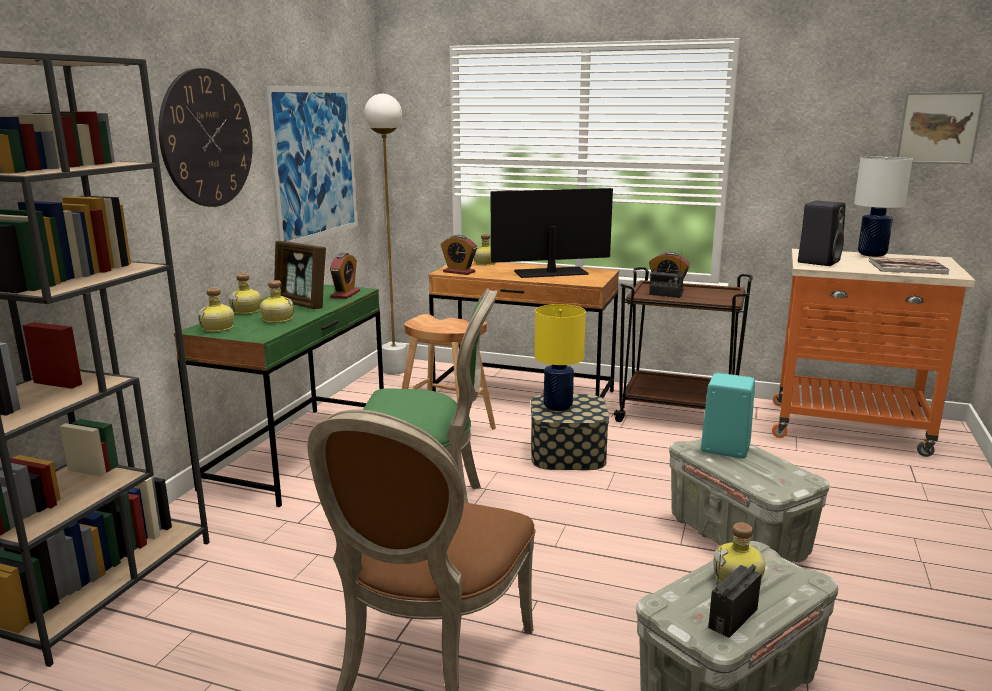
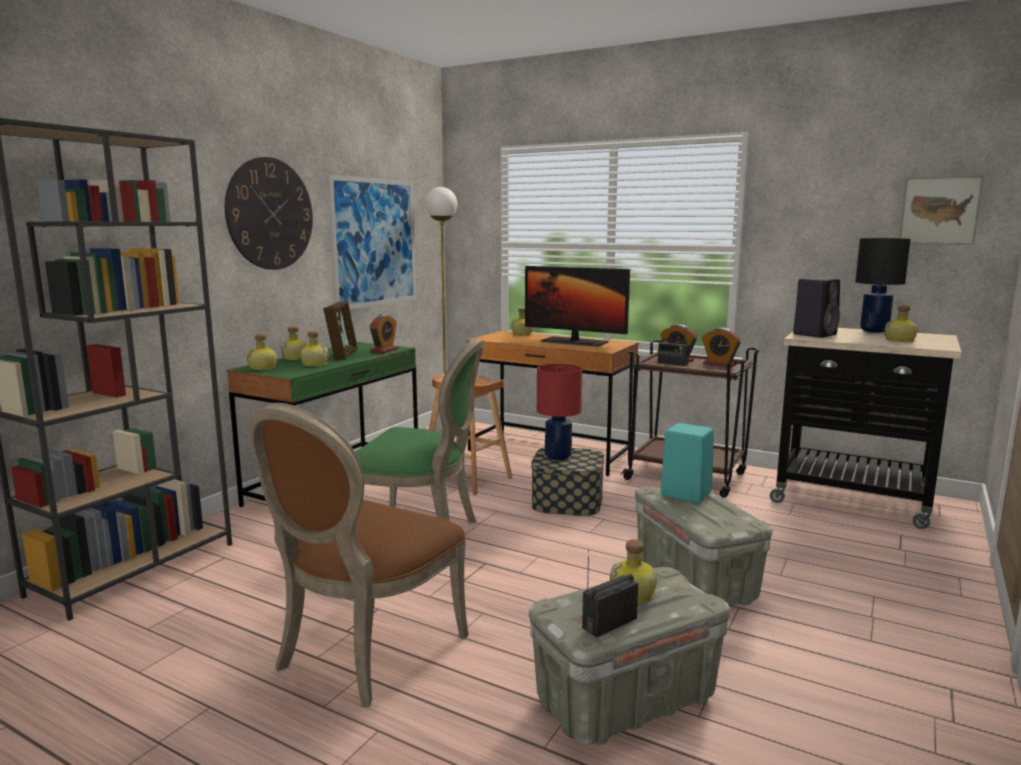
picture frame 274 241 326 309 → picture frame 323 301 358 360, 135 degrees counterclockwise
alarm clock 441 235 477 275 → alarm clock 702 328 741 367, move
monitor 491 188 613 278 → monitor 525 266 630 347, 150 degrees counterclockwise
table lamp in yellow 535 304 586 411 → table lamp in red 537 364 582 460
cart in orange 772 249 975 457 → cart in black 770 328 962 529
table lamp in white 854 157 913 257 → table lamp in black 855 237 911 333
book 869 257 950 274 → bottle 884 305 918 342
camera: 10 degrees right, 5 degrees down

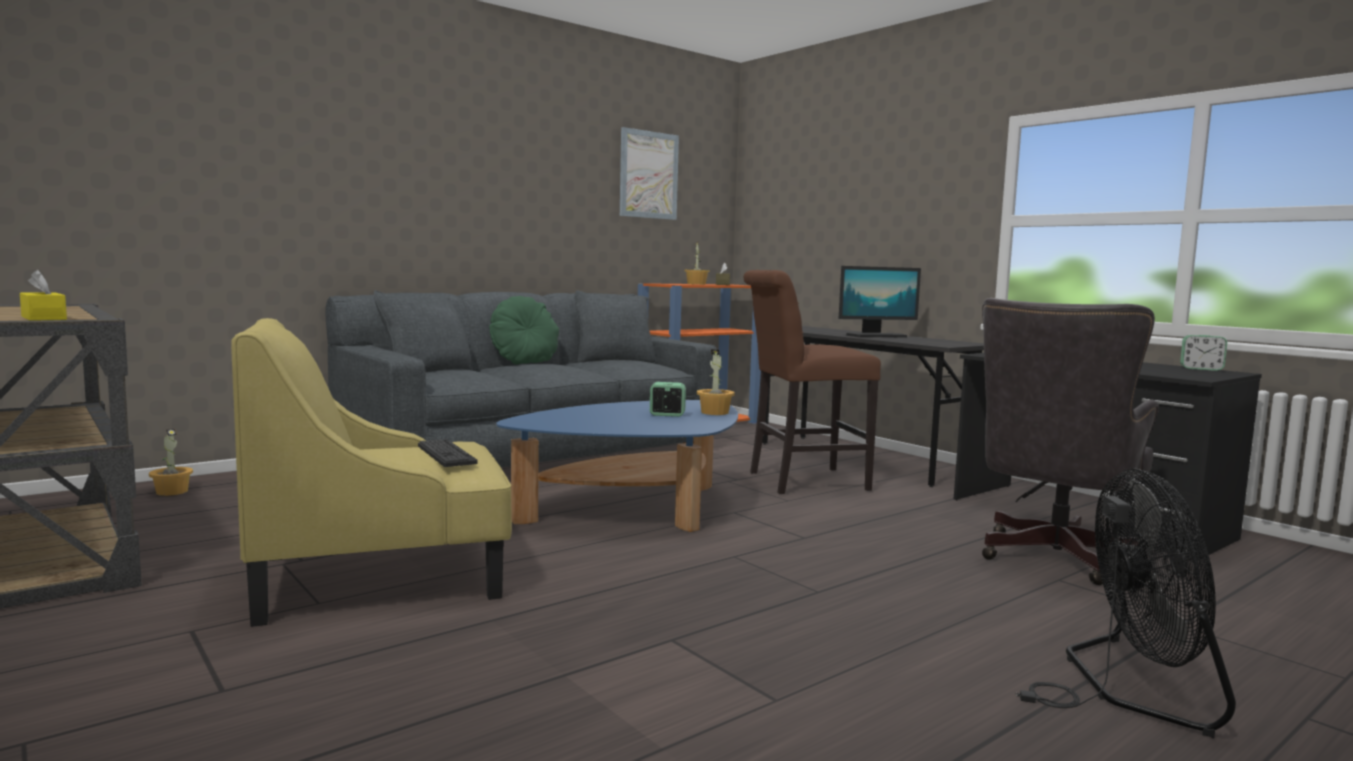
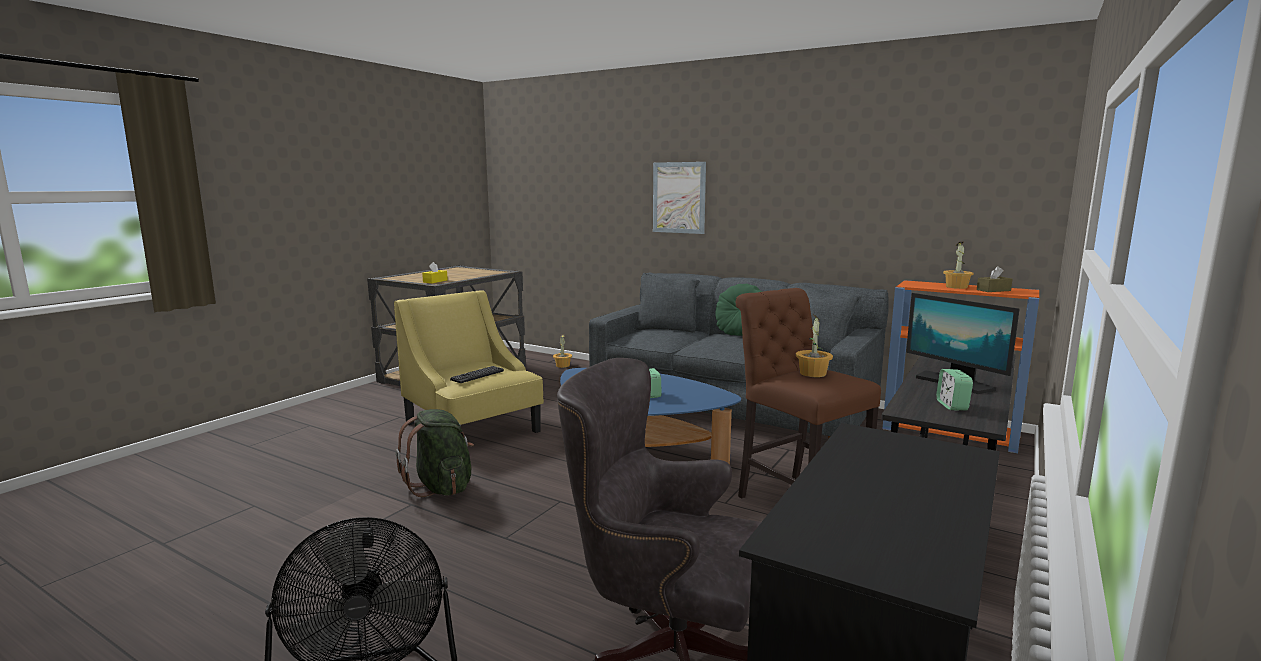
picture 620 127 679 220 → picture 653 162 706 234, move
potted plant 697 349 735 415 → potted plant 796 315 833 377, move
alarm clock 1180 335 1227 371 → alarm clock 936 369 973 411, move
- → backpack in green 396 409 474 497
camera: 70 degrees right, 5 degrees up

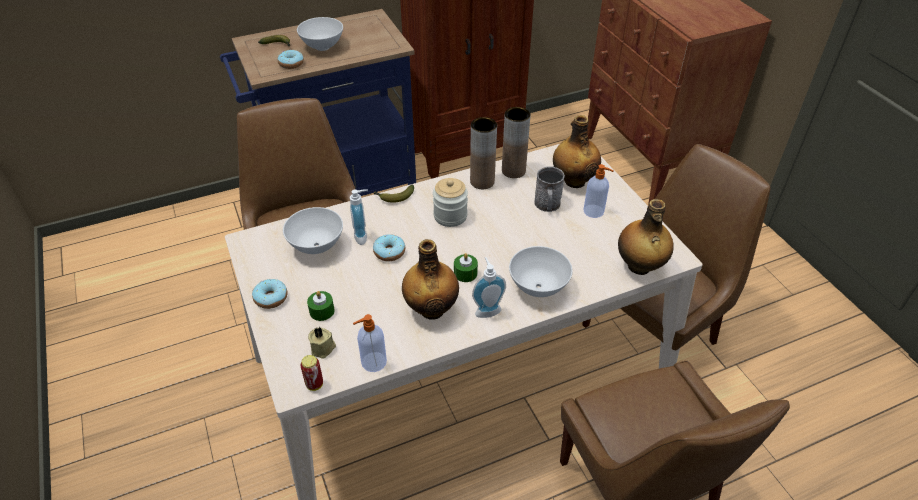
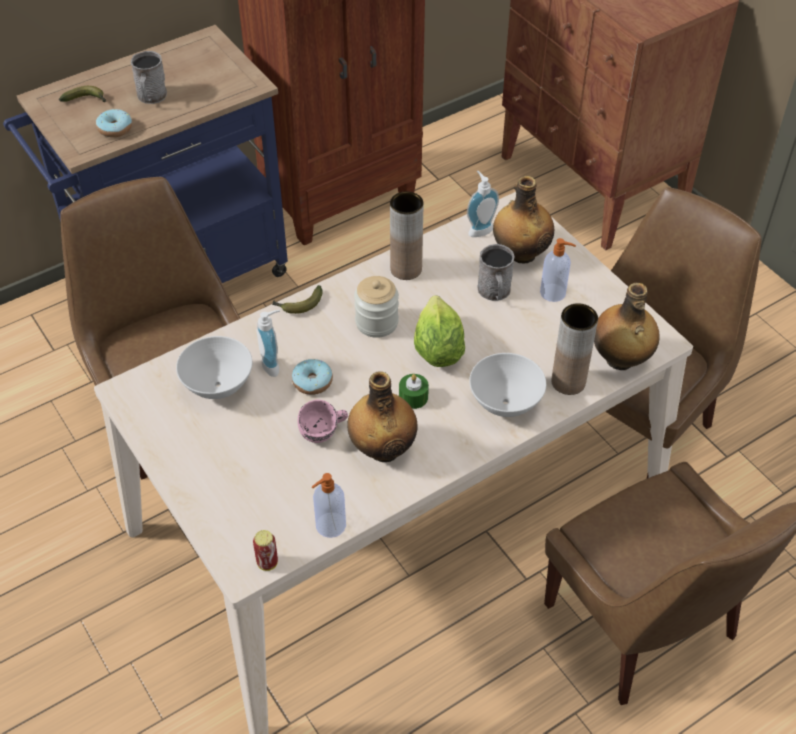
donut 252 279 287 309 → -
bowl in white 297 17 343 51 → mug in grey 131 51 167 104
candle in green 307 291 335 321 → -
candle in beige 308 327 336 359 → -
soap dispenser 472 257 506 318 → soap dispenser 467 171 499 237, move
vase in brown 502 107 530 178 → vase in brown 551 303 598 395, move
- → mug in pink 297 400 348 443
- → lettuce 414 295 465 367
camera: 10 degrees left, 5 degrees up

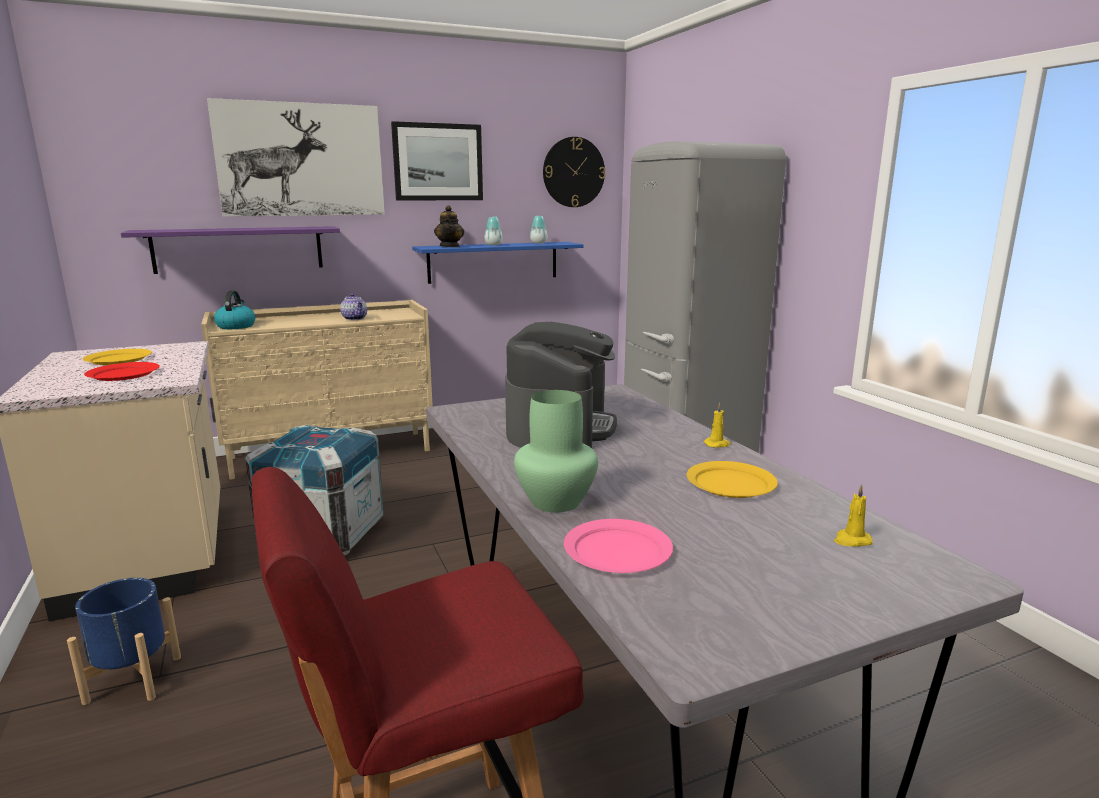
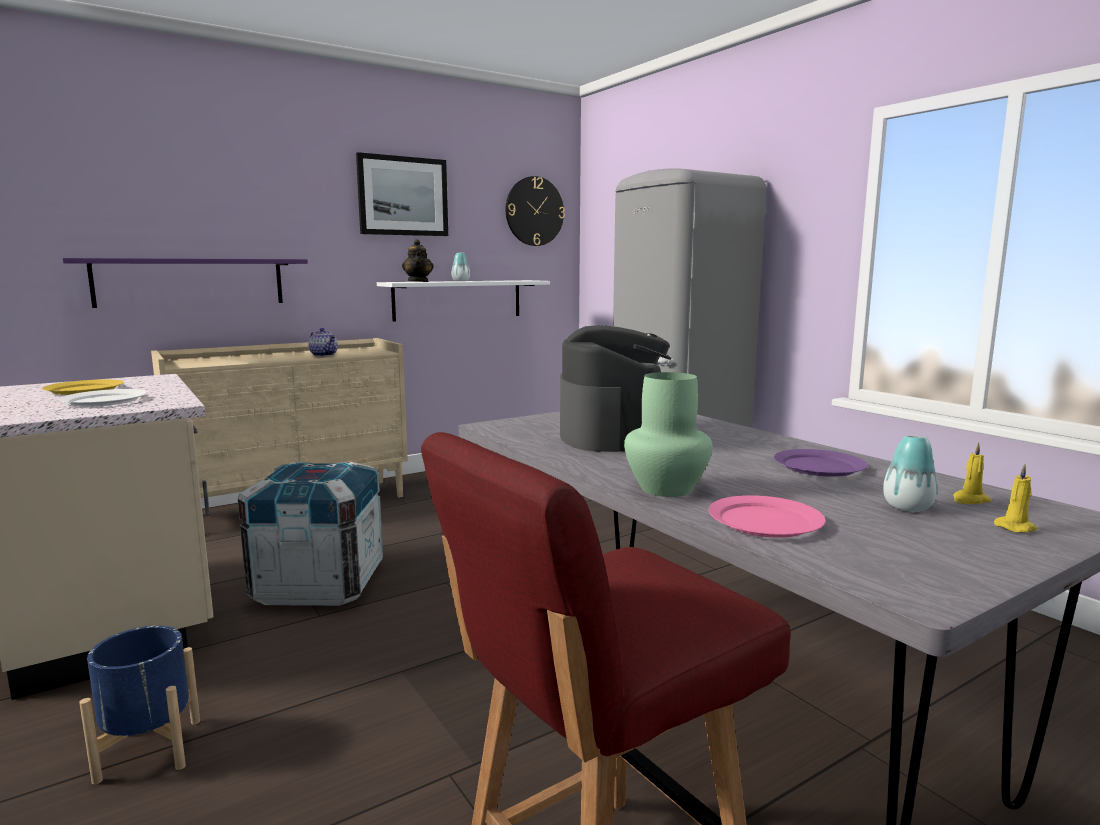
plate in red 84 362 160 381 → plate in white 59 389 147 407
picture 207 98 385 217 → -
kettle 214 290 256 329 → -
shelf in blue 412 242 584 284 → shelf in white 377 280 550 322
vase 530 216 547 244 → vase 883 436 937 512, move
plate in yellow 687 461 778 498 → plate in purple 774 449 868 477
candle in yellow 704 402 731 448 → candle in yellow 994 464 1038 533, move
camera: 10 degrees left, 5 degrees down

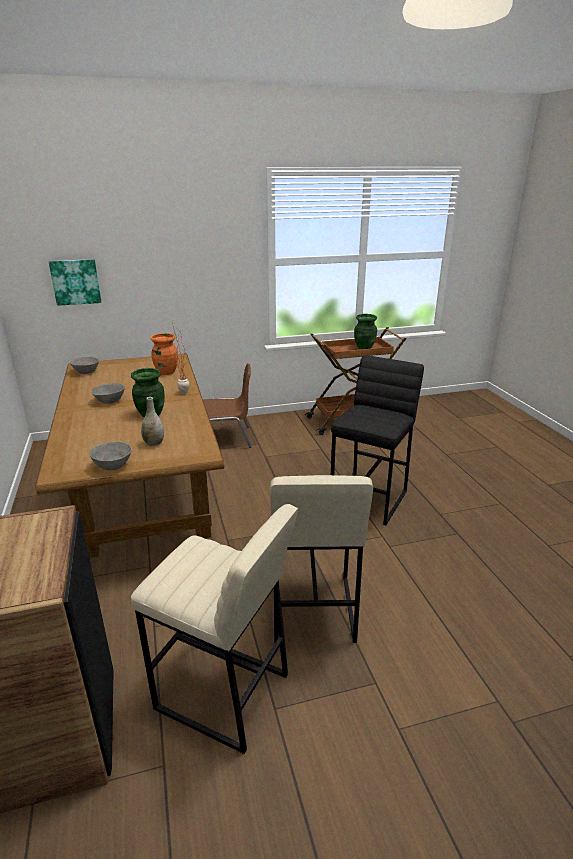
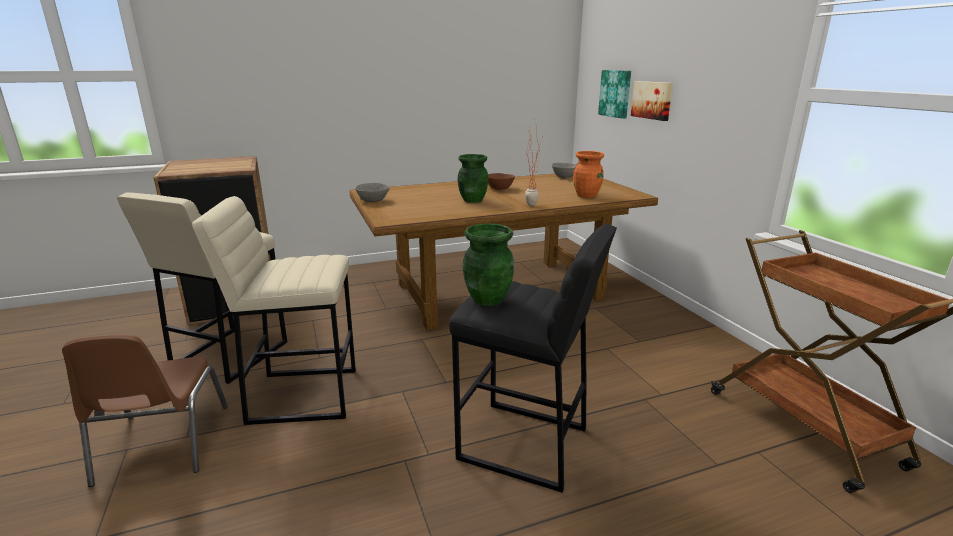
bowl in grey 91 383 125 403 → bowl in brown 488 173 515 190
vase in grey 141 397 164 446 → -
chair in brown 203 363 252 448 → chair in brown 62 335 228 487, move
vase in green 354 314 377 349 → vase in green 463 223 514 306, move
- → picture 631 81 673 121
camera: 85 degrees right, 5 degrees down

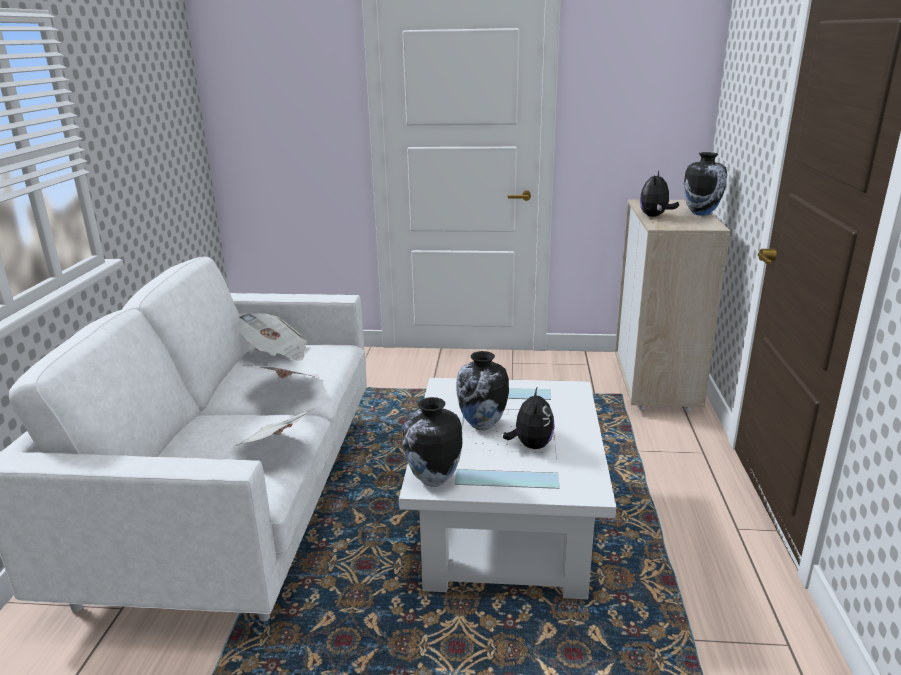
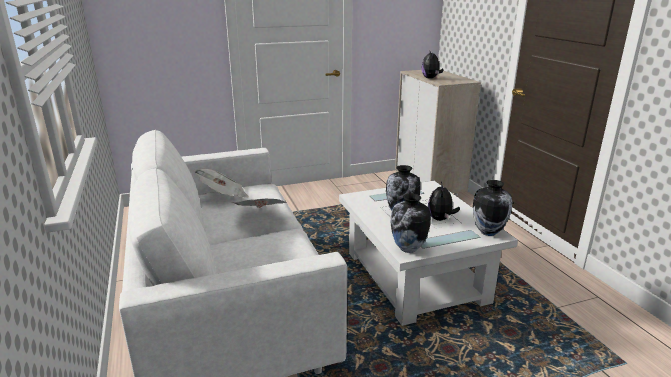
newspaper 233 408 315 447 → -
plush toy 503 386 555 449 → plush toy 428 181 460 221, 150 degrees counterclockwise
vase 684 152 727 215 → vase 473 180 512 236, move
camera: 25 degrees left, 0 degrees up

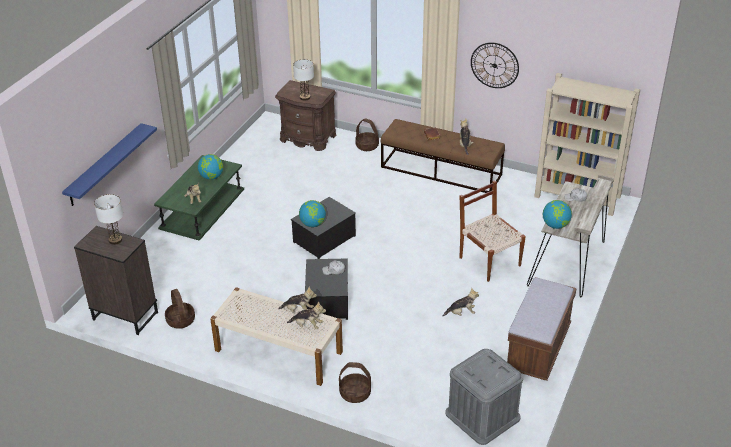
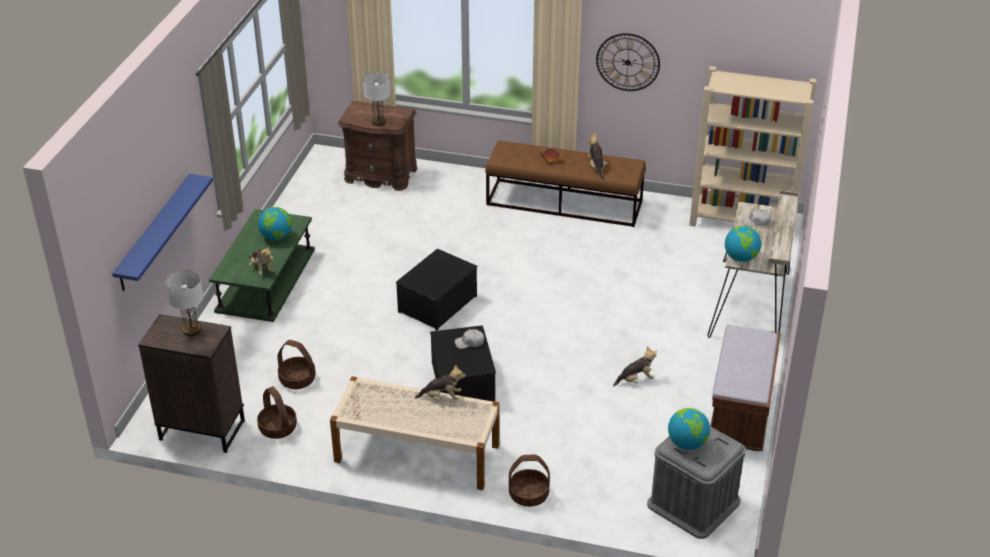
plush toy 287 301 326 329 → -
globe 299 200 326 227 → globe 668 408 710 450, move
basket 355 118 379 151 → basket 277 340 316 389, move
chair 459 181 526 282 → -
camera: 10 degrees left, 0 degrees up

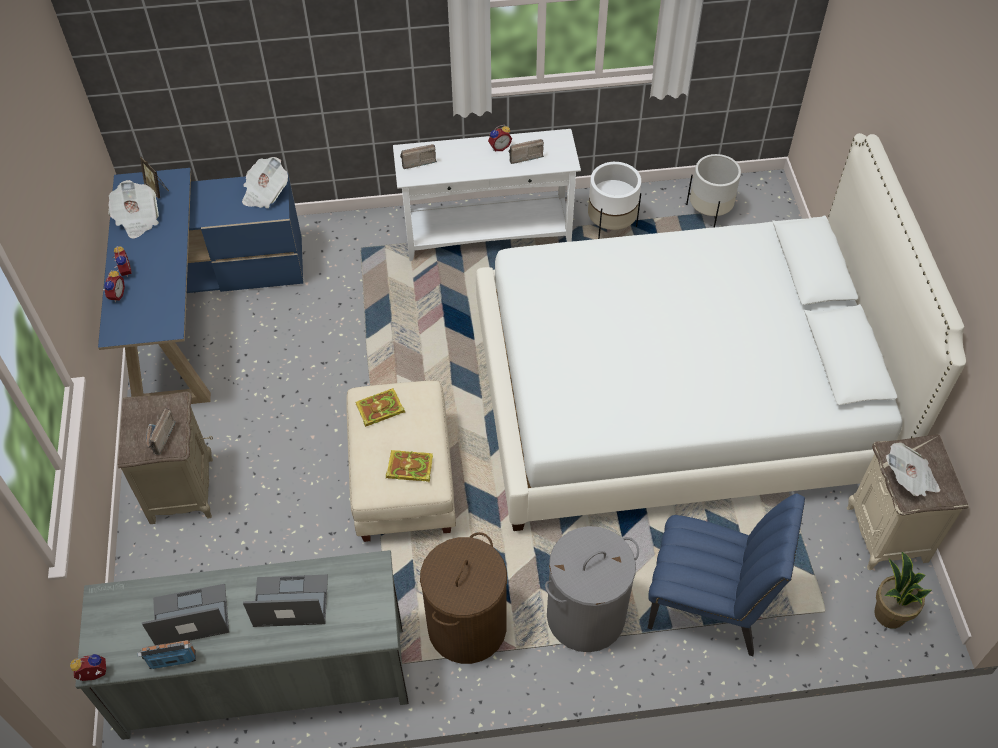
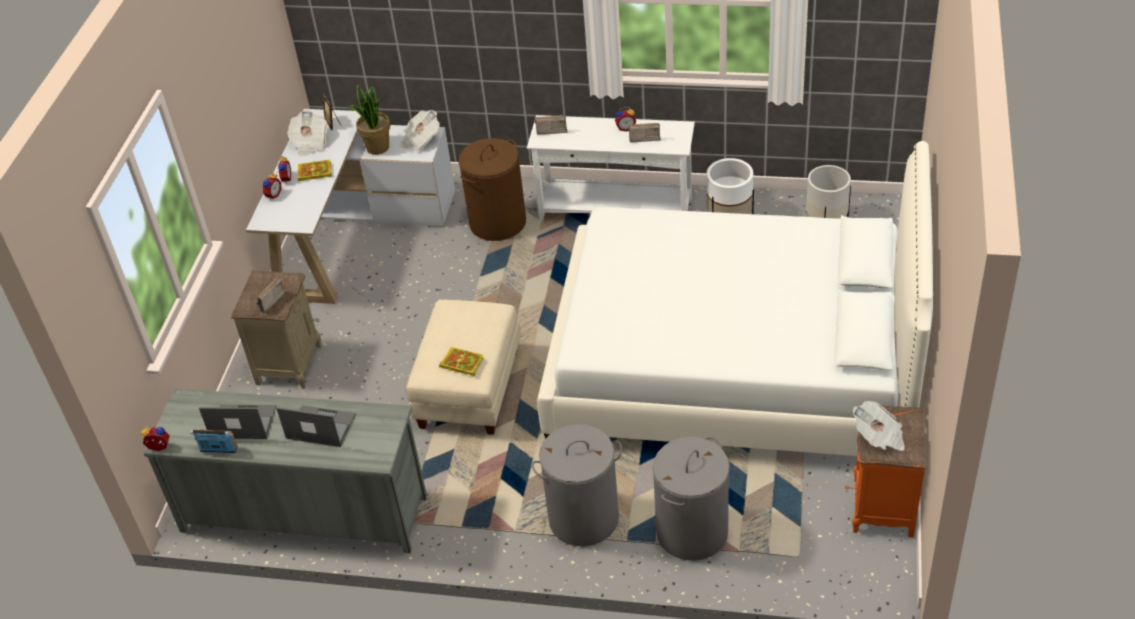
desk in blue 98 168 304 404 → desk in white 246 109 455 304
book 355 388 405 427 → book 297 160 332 181, move
laundry basket in brown 420 532 507 664 → laundry basket in brown 458 138 526 241, move
chair in blue 648 493 805 656 → laundry basket in grey 652 437 730 561
nightstand in beige 847 434 968 570 → nightstand in orange 845 404 925 538
potted plant 874 552 932 629 → potted plant 347 85 390 155, move
camera: 20 degrees right, 10 degrees down

